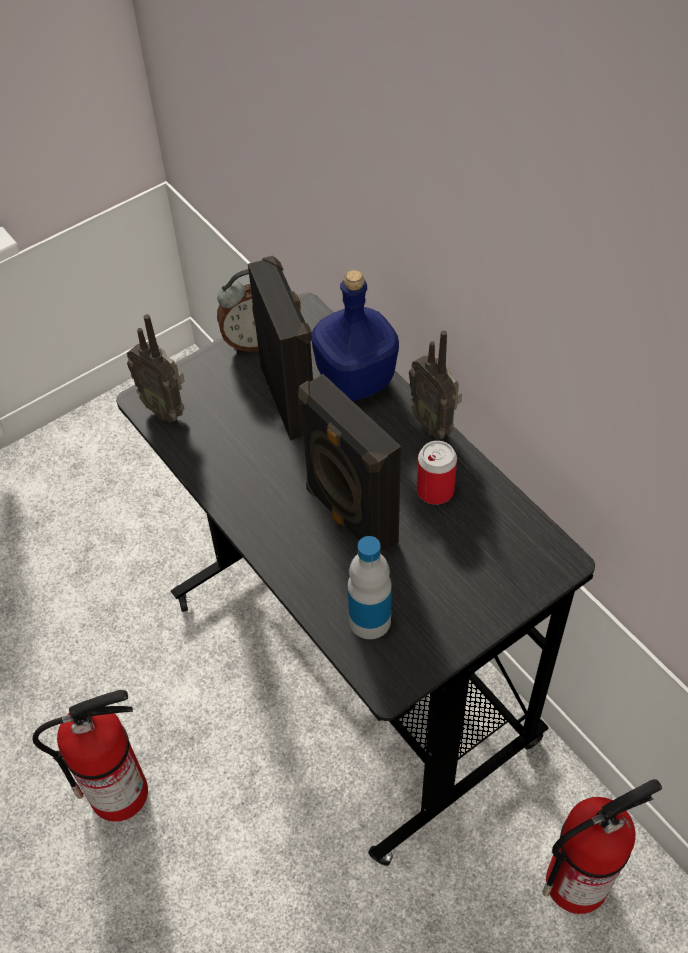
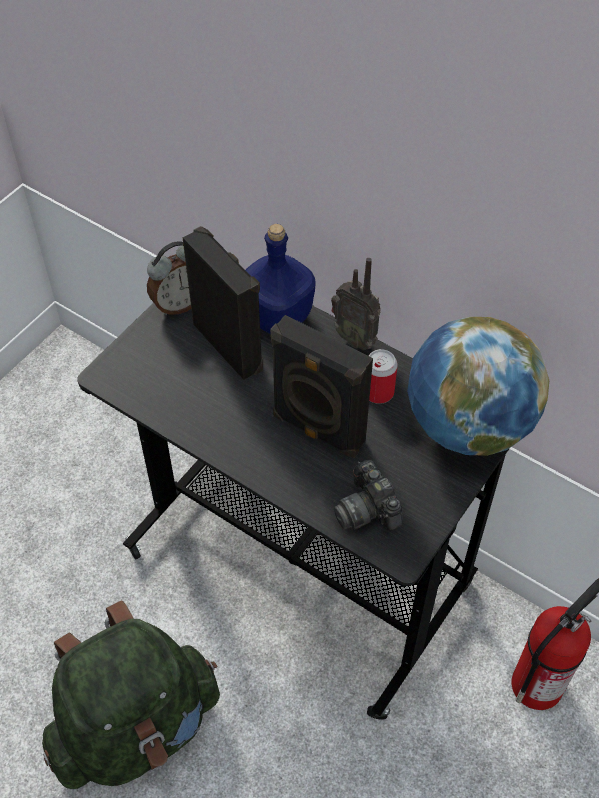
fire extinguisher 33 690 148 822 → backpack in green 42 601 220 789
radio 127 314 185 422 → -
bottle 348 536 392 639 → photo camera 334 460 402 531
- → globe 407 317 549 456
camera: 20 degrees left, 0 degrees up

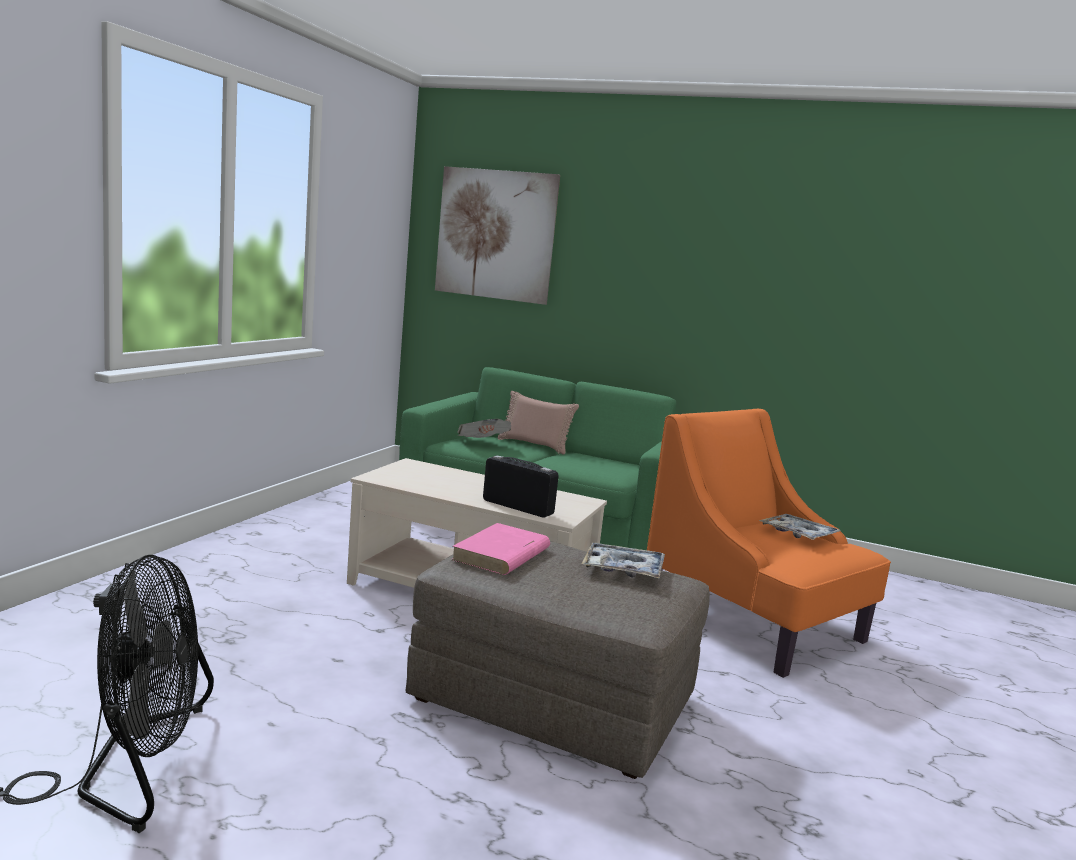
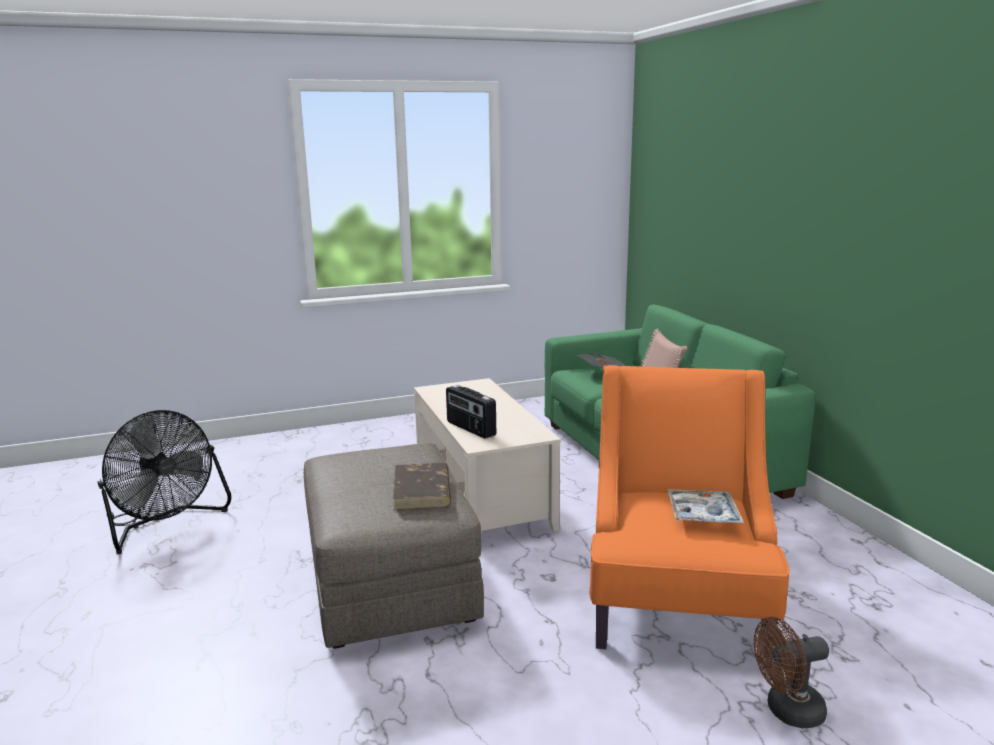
picture 435 166 560 305 → -
book in pink 451 523 550 575 → -
radio 483 455 558 518 → radio 446 385 496 439, 150 degrees clockwise
tray 582 543 665 579 → book in brown 393 462 451 510
- → fan in brown 754 617 829 728
camera: 50 degrees right, 5 degrees up

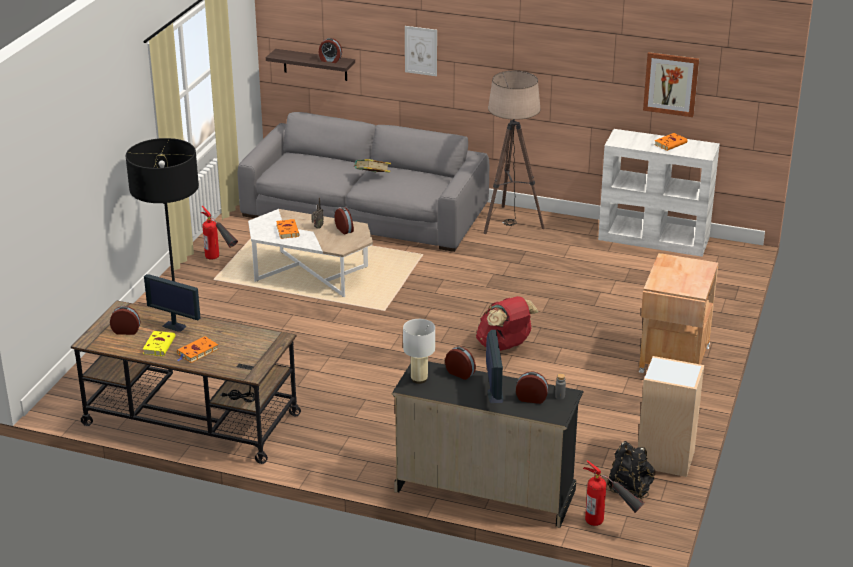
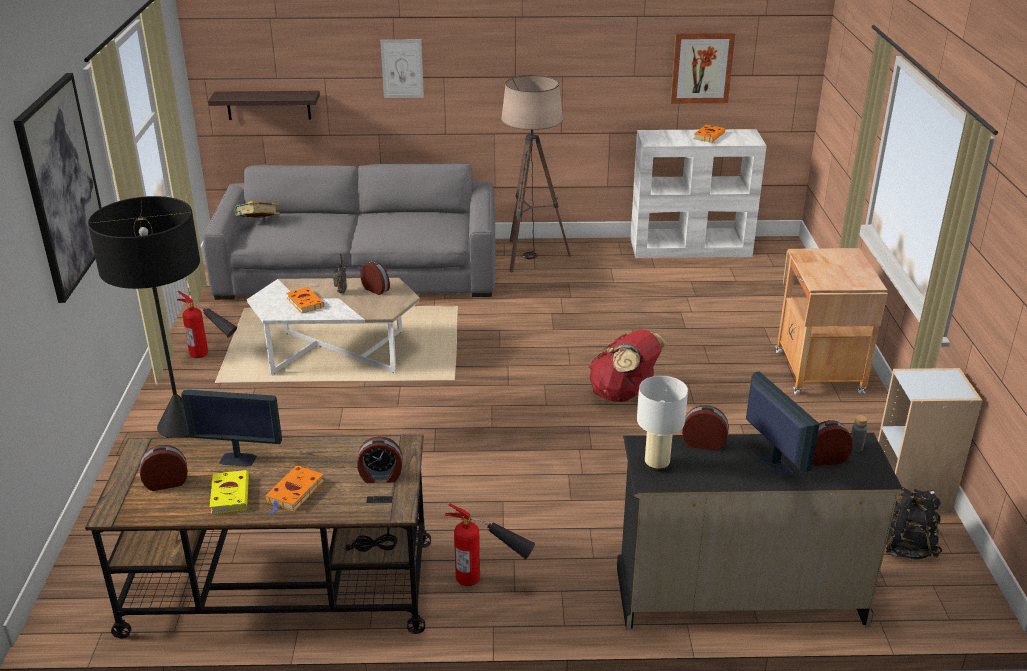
alarm clock 319 38 342 63 → alarm clock 357 436 403 483, move
book 354 159 391 173 → book 234 201 280 218, move
fire extinguisher 583 460 644 526 → fire extinguisher 445 503 535 586, move
- → picture 13 73 102 303
camera: 20 degrees left, 0 degrees up

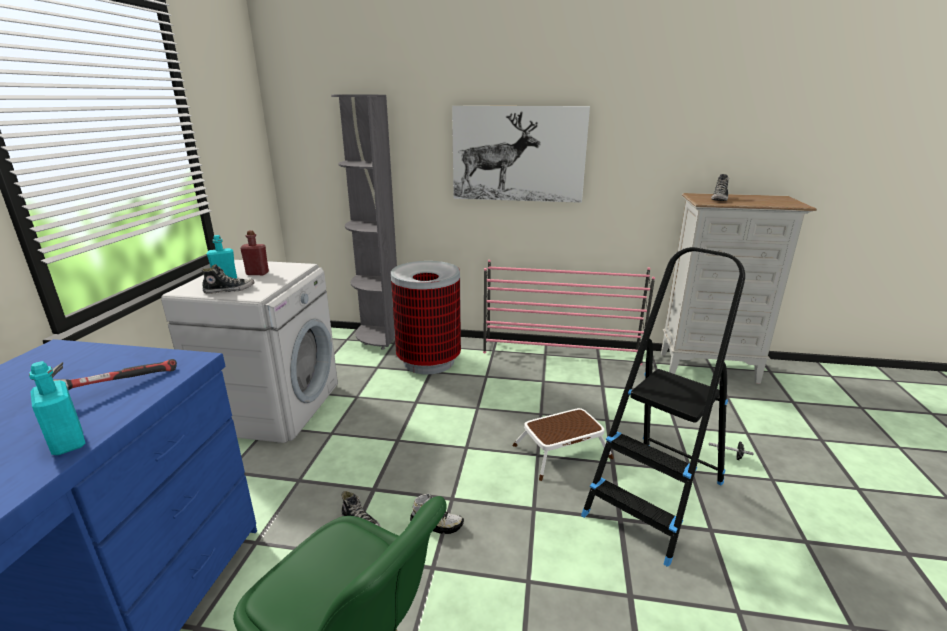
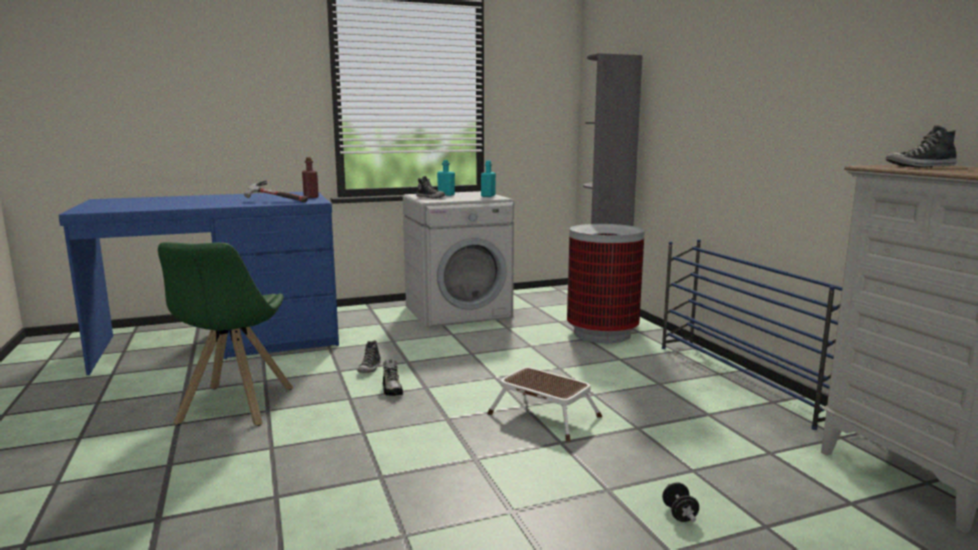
bottle in turquoise 29 361 85 455 → bottle in turquoise 481 161 496 197, move
bottle in red 240 230 269 275 → bottle in red 302 157 319 198, move
picture 452 106 590 203 → -
shoe rack in pink 483 260 655 365 → shoe rack in blue 662 239 842 430
step ladder in black 581 247 745 567 → -
camera: 60 degrees right, 10 degrees down

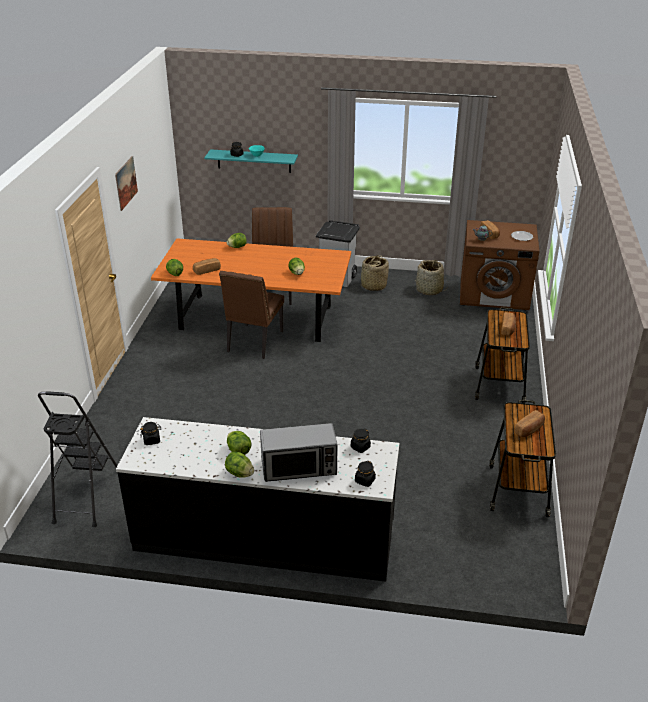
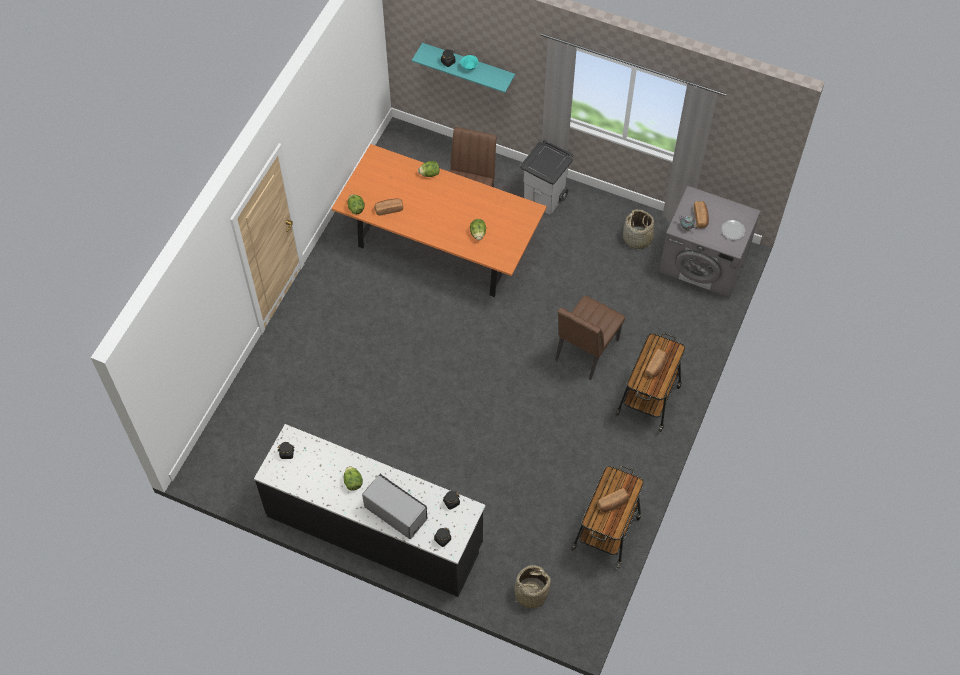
step ladder 38 391 117 527 → -
picture 115 156 138 211 → -
chair in brown 219 271 284 359 → chair in brown 555 296 625 380, move
lettuce 225 452 254 478 → -
microwave 260 423 338 482 → microwave 362 474 427 539, 150 degrees counterclockwise
basket 361 255 389 291 → basket 509 565 551 608, move
washing machine in brown 460 220 540 311 → washing machine in grey 659 186 760 298
camera: 15 degrees right, 25 degrees up

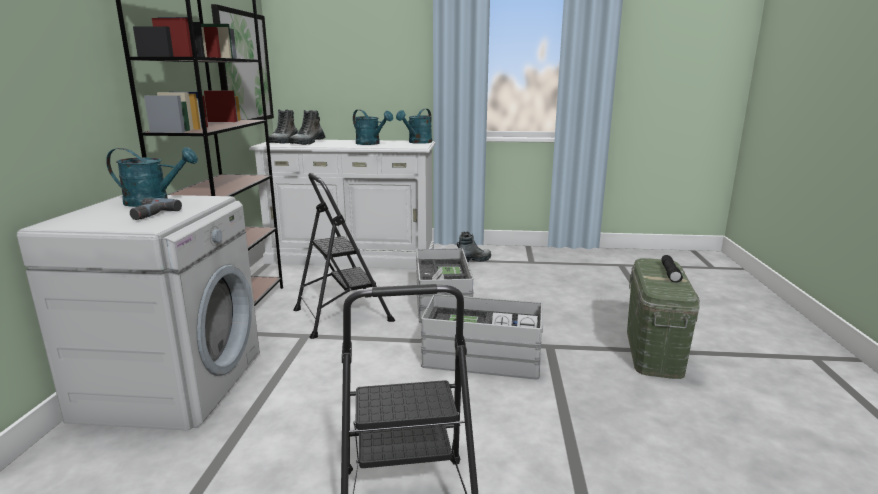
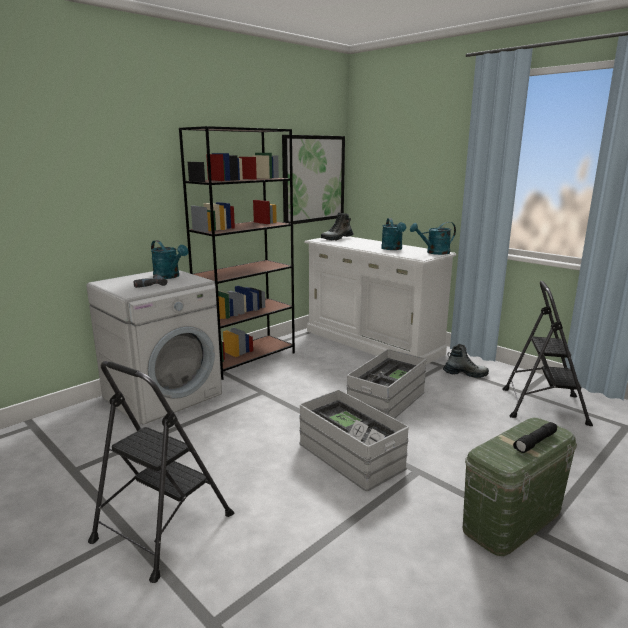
boot 289 110 326 145 → -
step ladder in black 293 173 395 339 → step ladder in black 502 281 593 426, move
camera: 40 degrees right, 0 degrees up

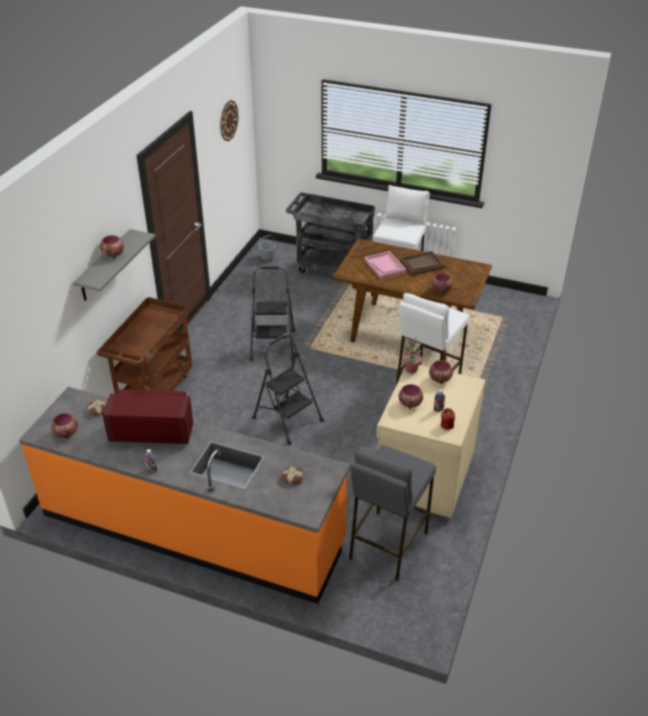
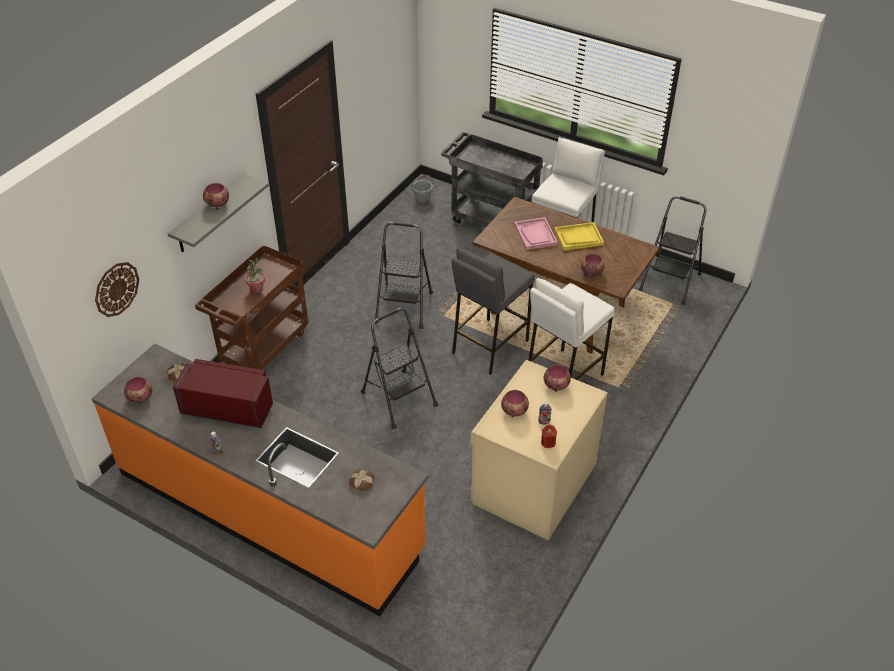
wall clock 220 100 239 141 → wall clock 95 262 139 317, move
stool in grey 349 445 436 581 → stool in grey 451 248 535 375, move
tray in brown 400 251 445 276 → tray in yellow 554 222 604 251
potted plant 403 338 422 373 → potted plant 244 258 265 293, move
- → step ladder in black 638 196 706 305
camera: 10 degrees right, 5 degrees up

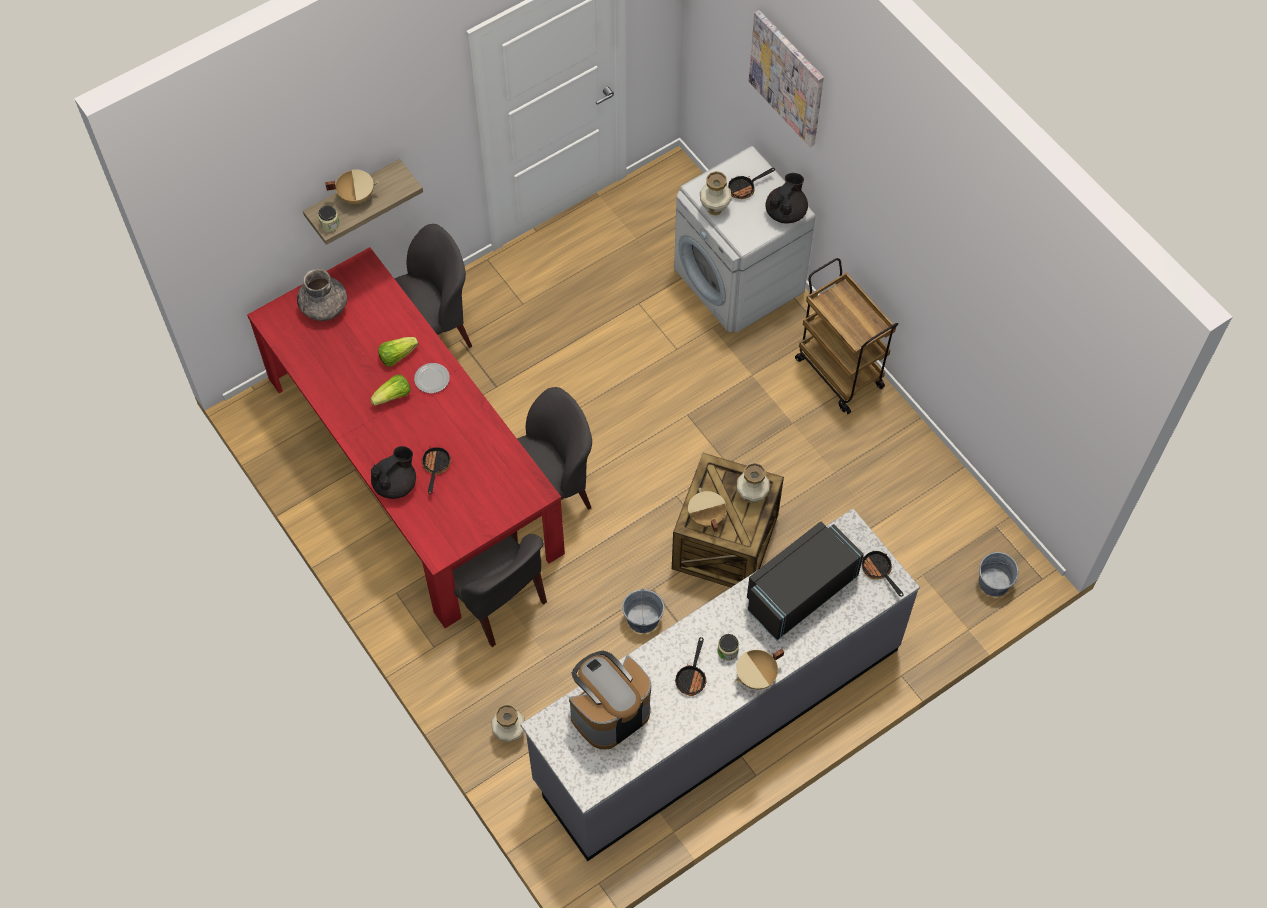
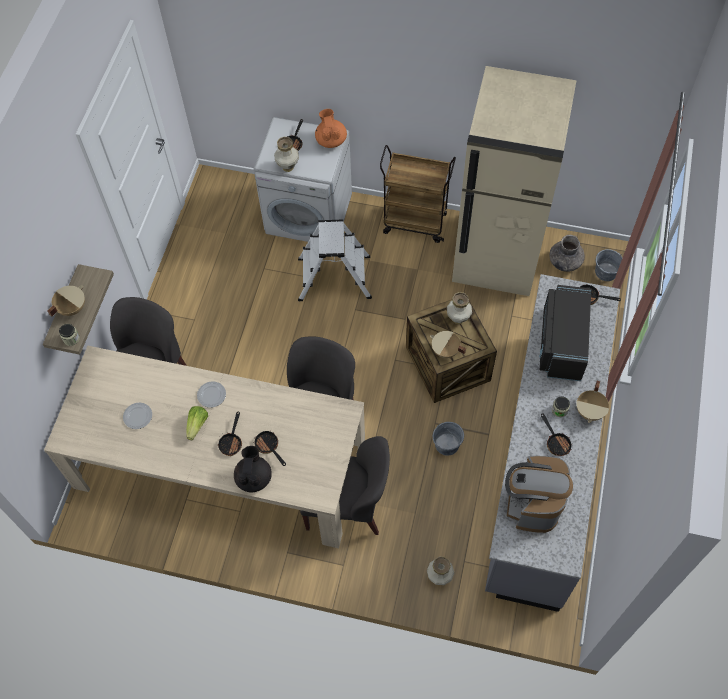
dining table in red 247 247 565 628 → dining table in beige 44 346 365 548
vase in grey 297 269 347 321 → vase in grey 549 235 585 272, move
lettuce 378 337 418 367 → -
picture 749 10 824 147 → -
teapot in black 765 173 808 224 → teapot in orange 315 109 347 148
- → plate 123 403 152 429
- → frying pan 218 412 242 456
- → step ladder in white 298 219 372 301
- → fridge in beige 452 66 577 296
camera: 40 degrees left, 0 degrees up

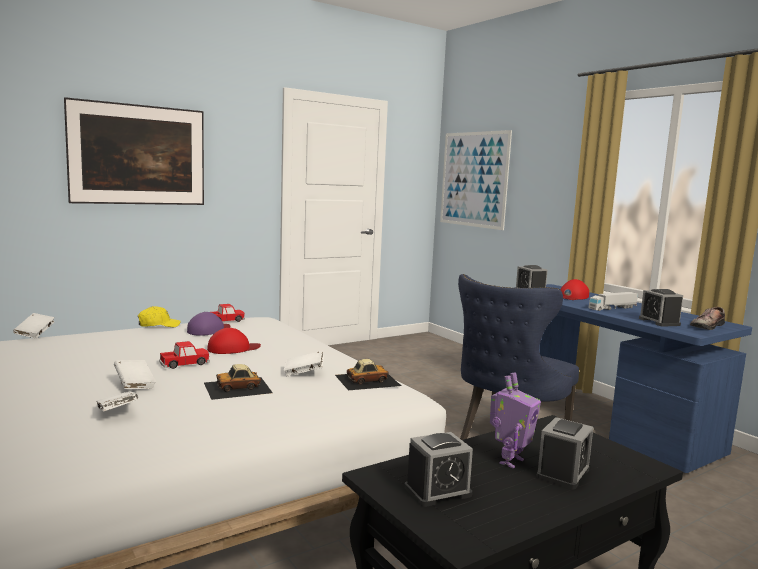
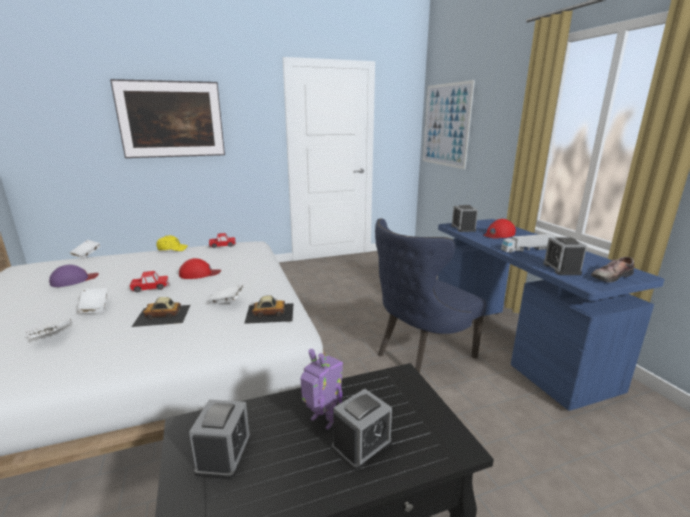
cap in purple 187 312 230 336 → cap in purple 49 265 99 287, move
alarm clock 405 432 473 507 → alarm clock 189 400 251 479, 75 degrees counterclockwise
toy robot 490 373 541 469 → toy robot 300 349 343 429, 105 degrees counterclockwise
camera: 15 degrees right, 10 degrees up

